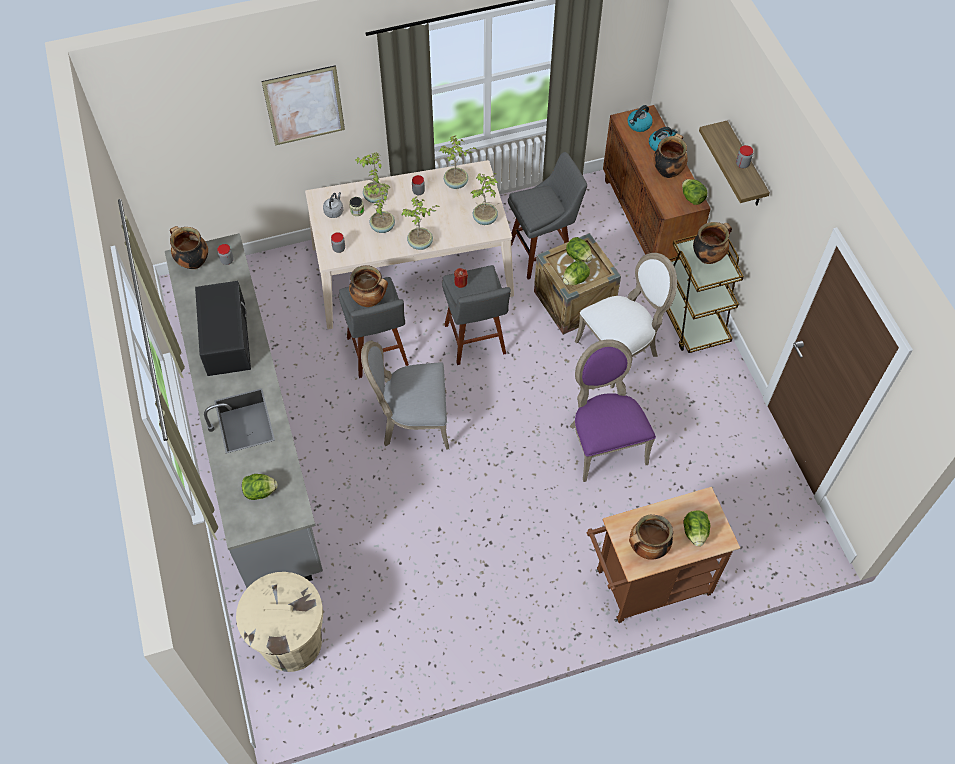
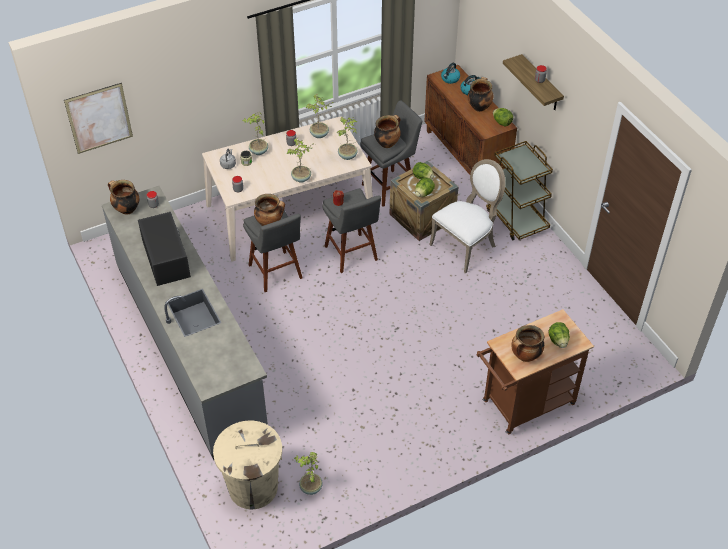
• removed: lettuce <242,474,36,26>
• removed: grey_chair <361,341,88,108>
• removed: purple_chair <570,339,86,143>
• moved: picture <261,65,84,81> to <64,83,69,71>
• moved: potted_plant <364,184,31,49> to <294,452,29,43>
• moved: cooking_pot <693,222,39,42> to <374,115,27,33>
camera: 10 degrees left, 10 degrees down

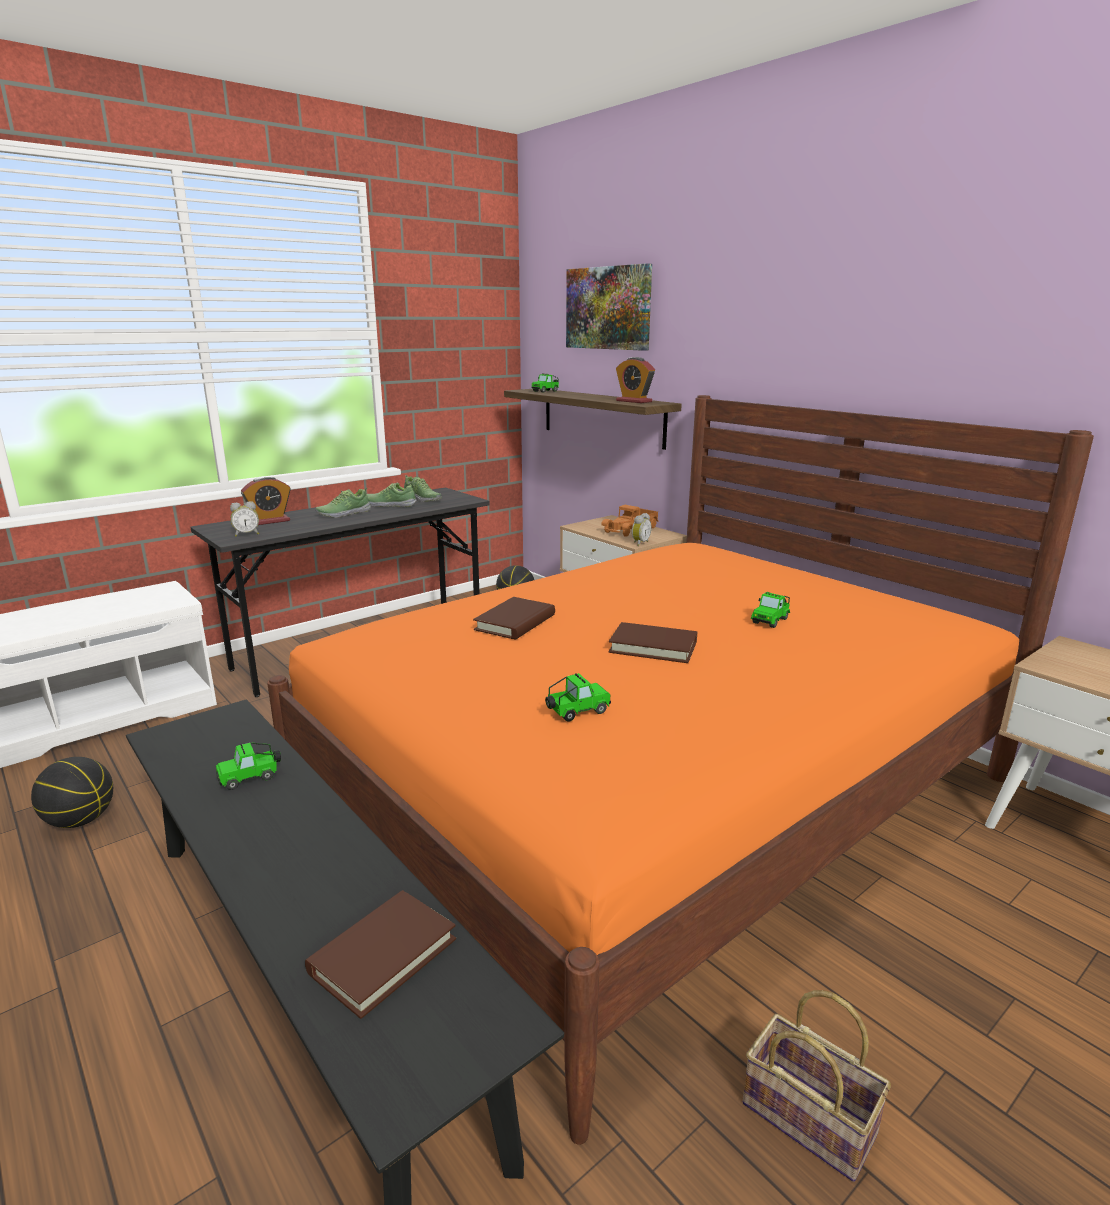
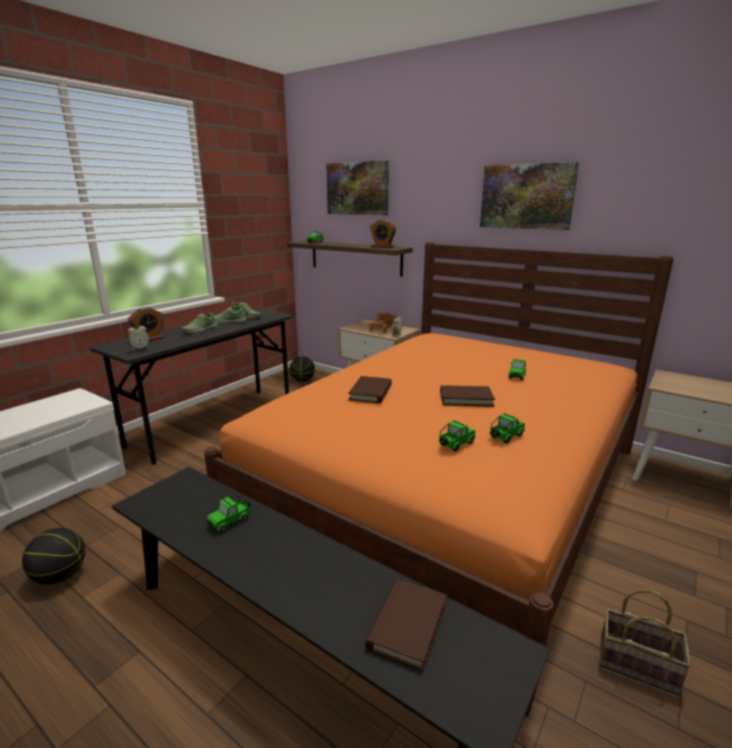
• added: picture <480,162,99,68>
• added: toy_car <489,413,36,30>
camera: 15 degrees left, 0 degrees up

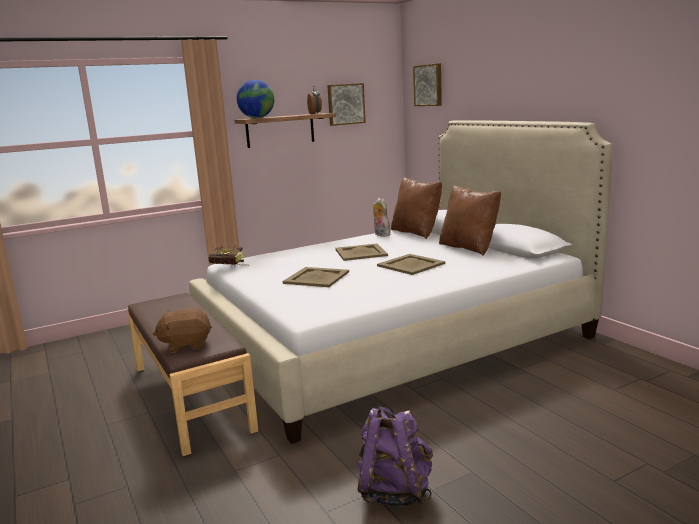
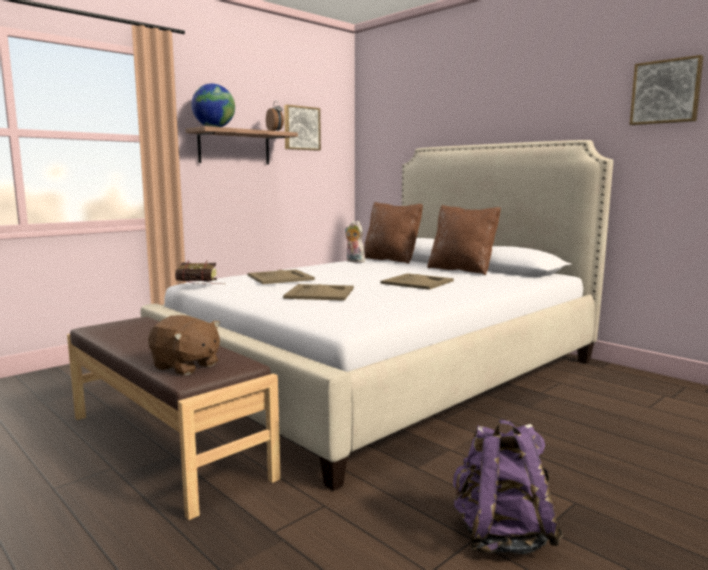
• moved: beige_tray <335,244,53,17> to <248,269,67,15>
• moved: picture <413,63,29,43> to <630,55,74,70>
• turned: brown_plush_toy <153,308,59,45> = <148,315,72,60> 120 degrees counterclockwise
camera: 15 degrees left, 5 degrees down

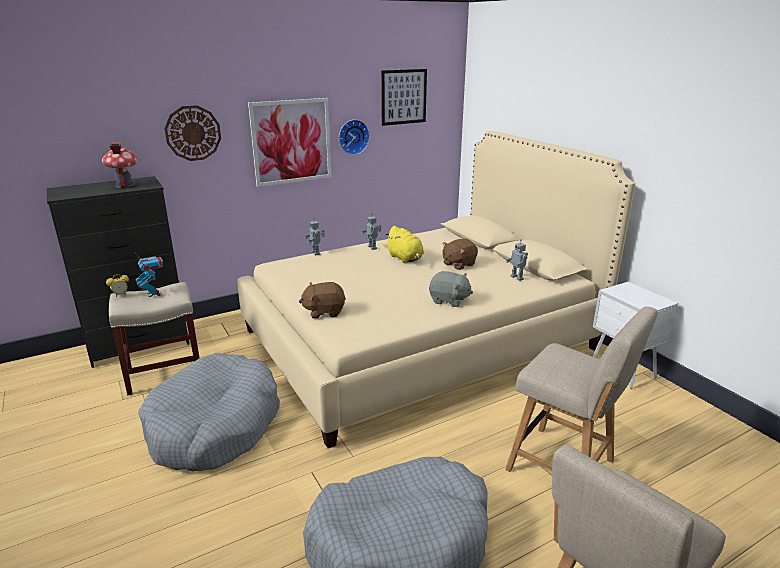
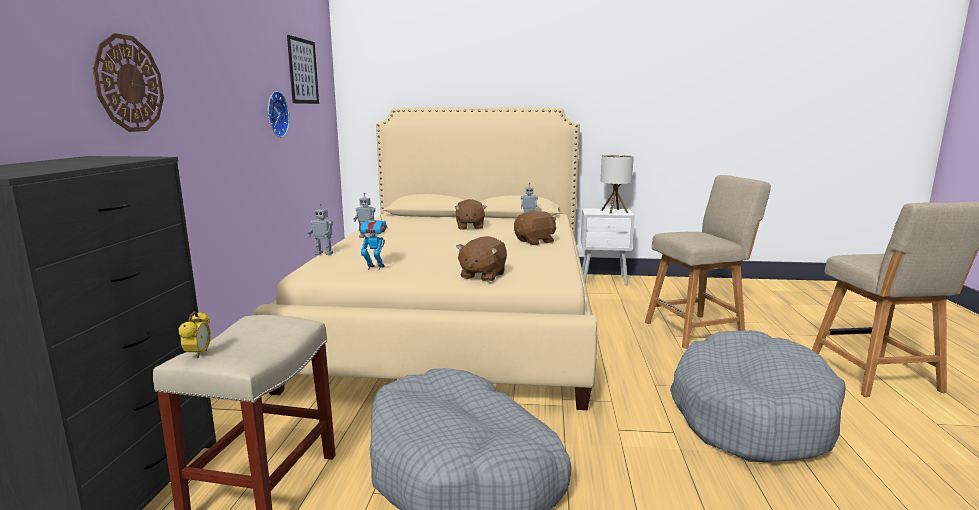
• removed: toy_house <102,142,35,47>
• removed: picture <248,98,83,89>
• removed: yellow_plush_toy <385,226,39,37>
• added: table_lamp <601,155,33,59>
• moved: toy_robot <134,252,29,45> to <357,215,31,55>
• recoloured: grey_plush_toy <429,271,44,36> to brown_plush_toy <514,212,42,33>
camera: 55 degrees left, 10 degrees down

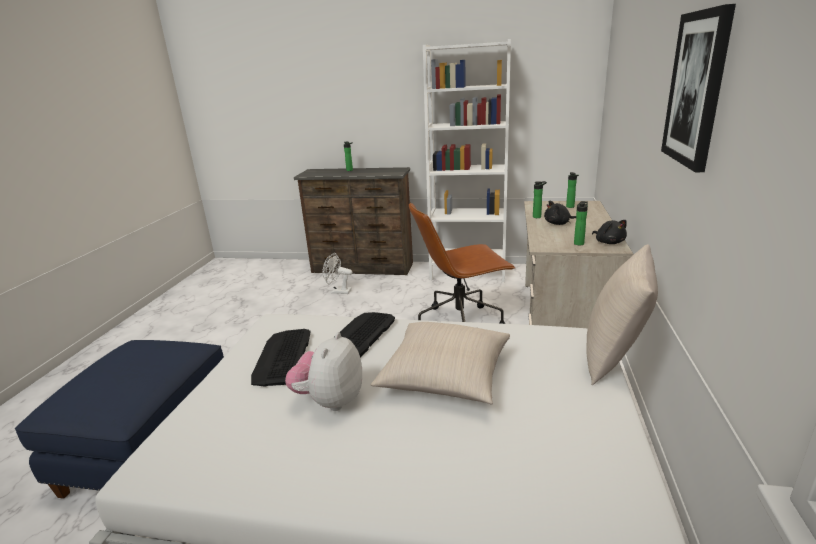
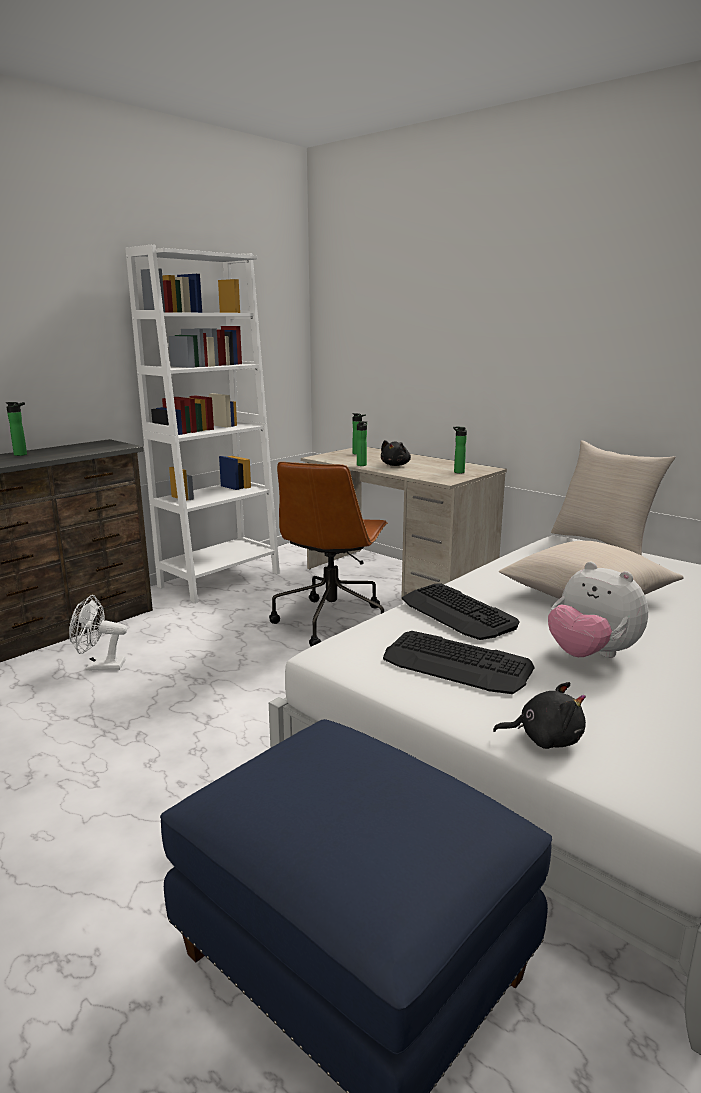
• removed: picture <661,4,75,168>
• moved: black_plush_toy <592,220,35,24> to <493,682,93,67>
• turned: white_fan <323,253,29,41> = <69,595,58,76> 45 degrees clockwise
camera: 60 degrees left, 5 degrees down

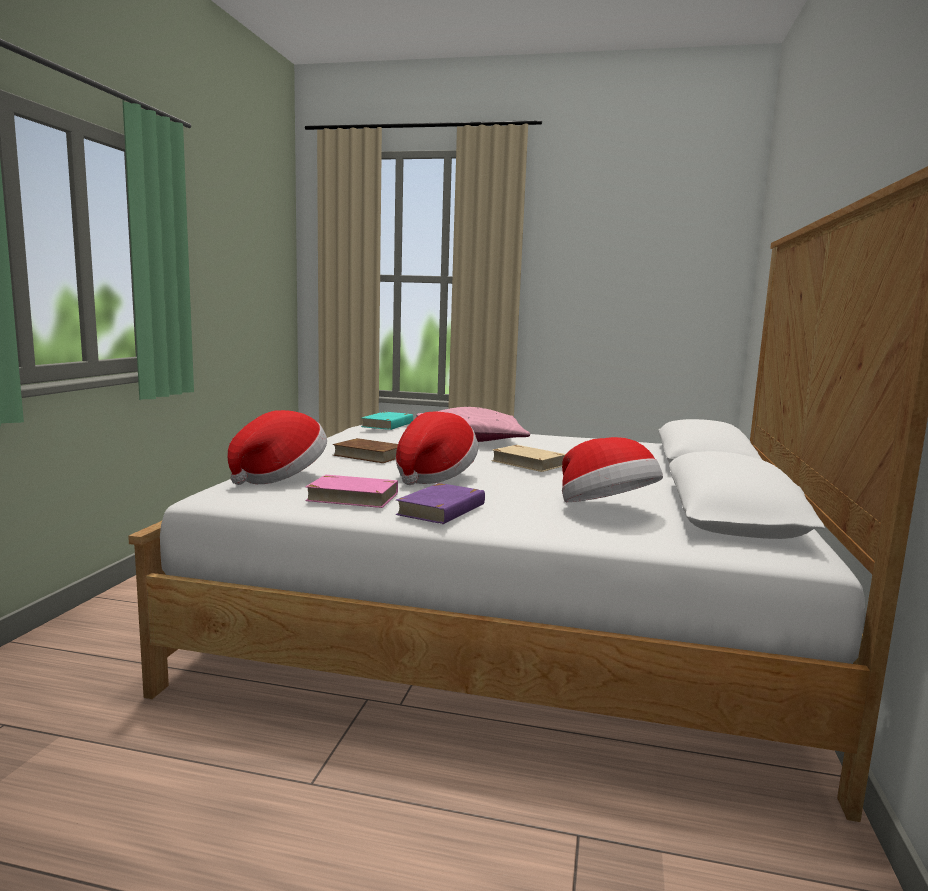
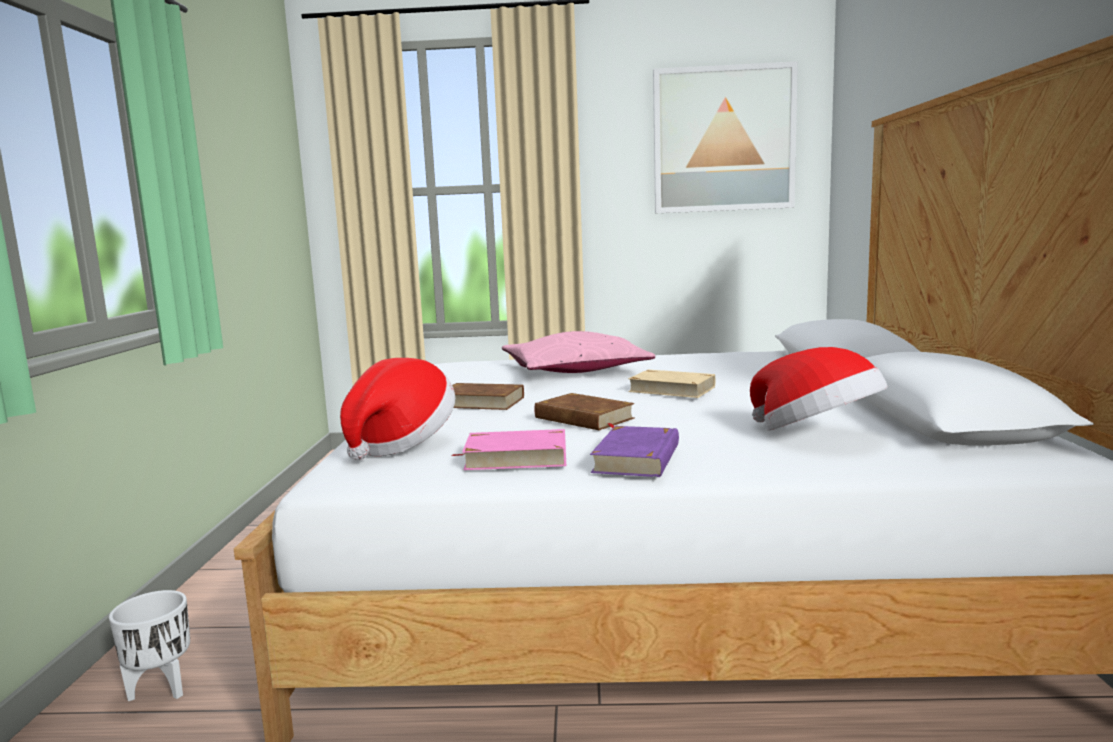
• removed: turquoise_book <361,412,52,18>
• added: white_planter <109,590,81,111>
• added: picture <653,61,145,152>
• replaced: hat <396,411,82,74> to brown_book <535,393,100,38>
camera: 10 degrees left, 0 degrees up

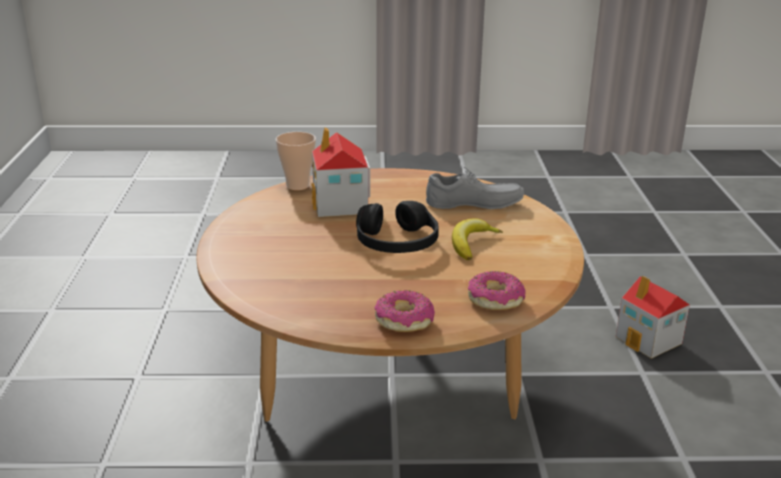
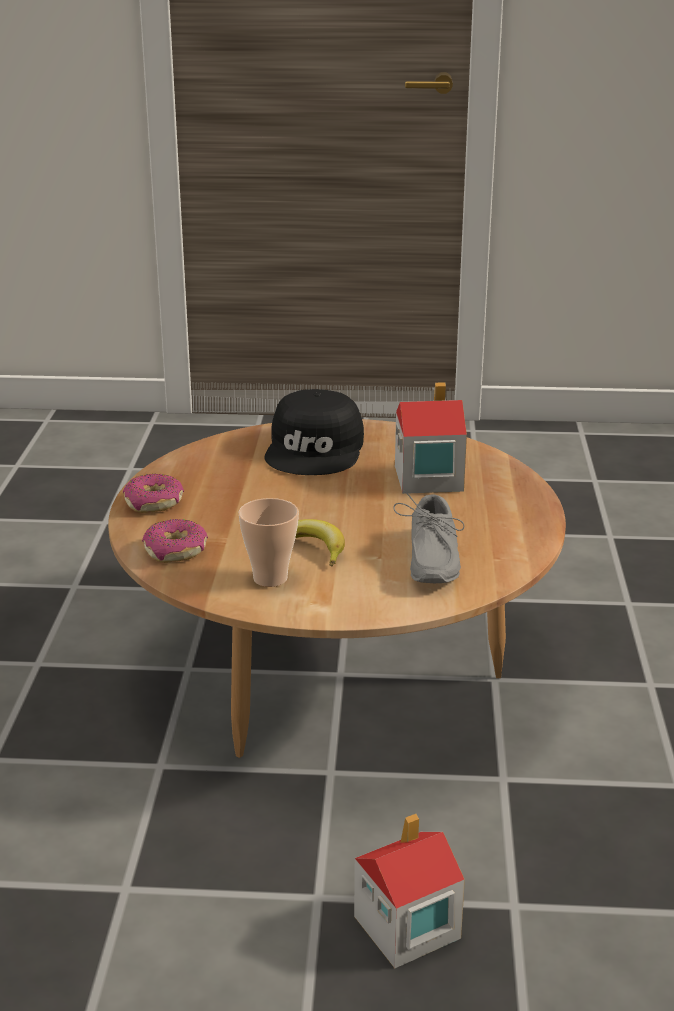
• removed: black_headphones <356,201,83,52>
• added: black_cap <264,389,100,86>
• moved: cup <276,132,40,59> to <239,498,60,89>
camera: 95 degrees right, 0 degrees up

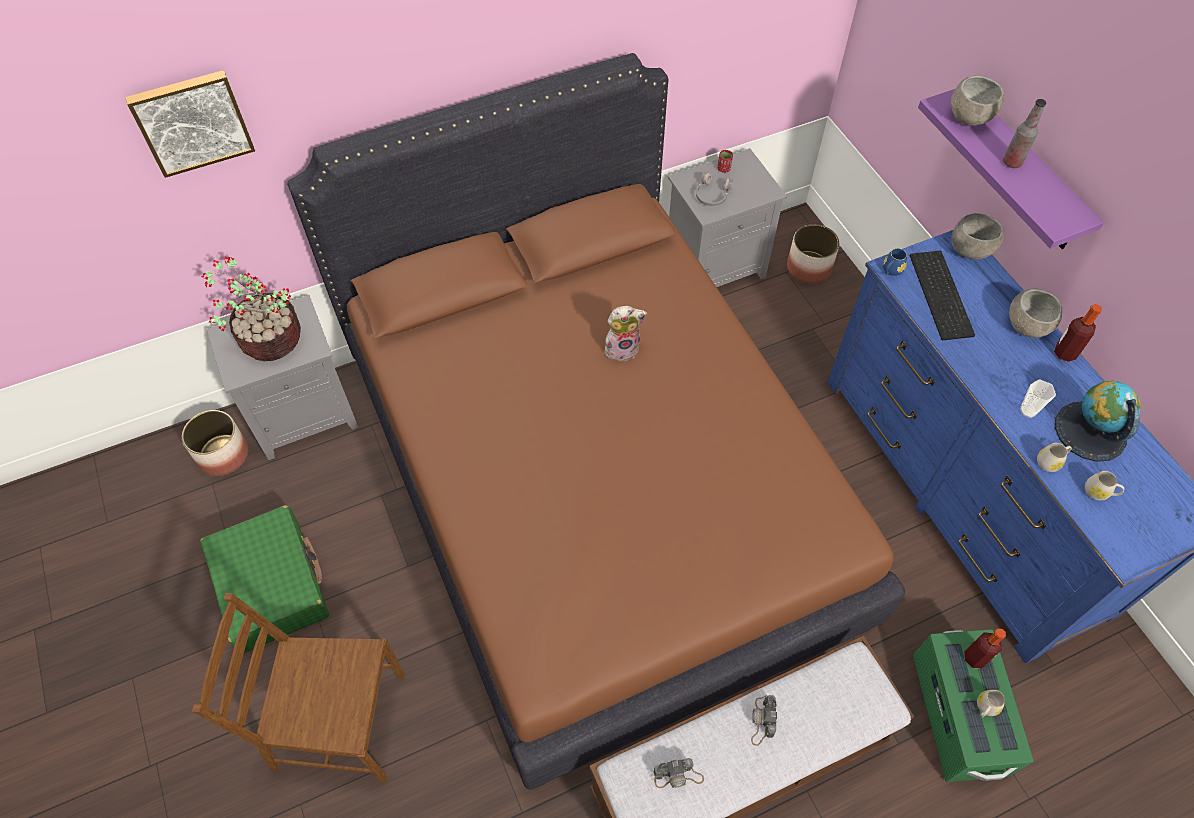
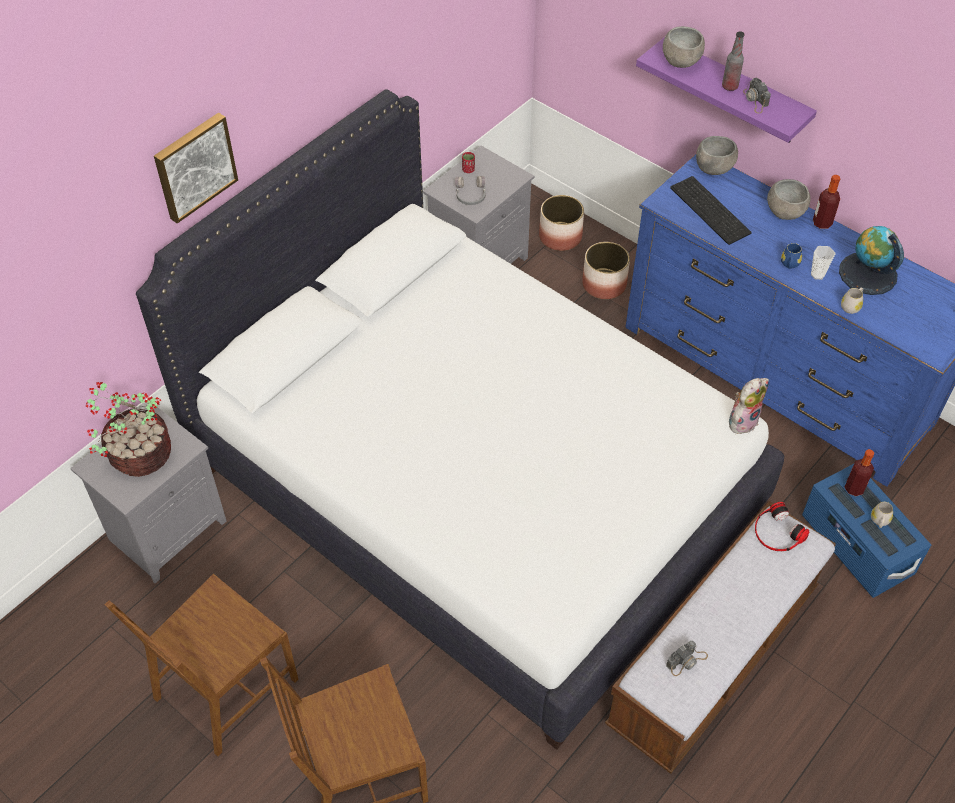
• removed: white_mug <1085,471,39,30>
• added: headphones <755,502,54,49>
• moved: picture <125,70,130,108> to <154,113,84,110>
• moved: planter <182,410,66,66> to <582,242,48,57>
• moved: plush_toy <605,306,42,55> to <729,378,40,56>
• moved: photo_camera <751,695,26,51> to <743,78,28,36>
• moved: blue_mug <883,248,24,28> to <781,243,21,26>
• replaced: green_suitcase <200,505,129,148> to brown_chair <104,574,194,182>
• recoloured: brown_bed <287,53,618,737> to white_bed <136,89,648,661>
• recoloured: green_storage_box <913,629,121,153> to blue_storage_box <802,464,129,134>
camera: 25 degrees left, 5 degrees down

